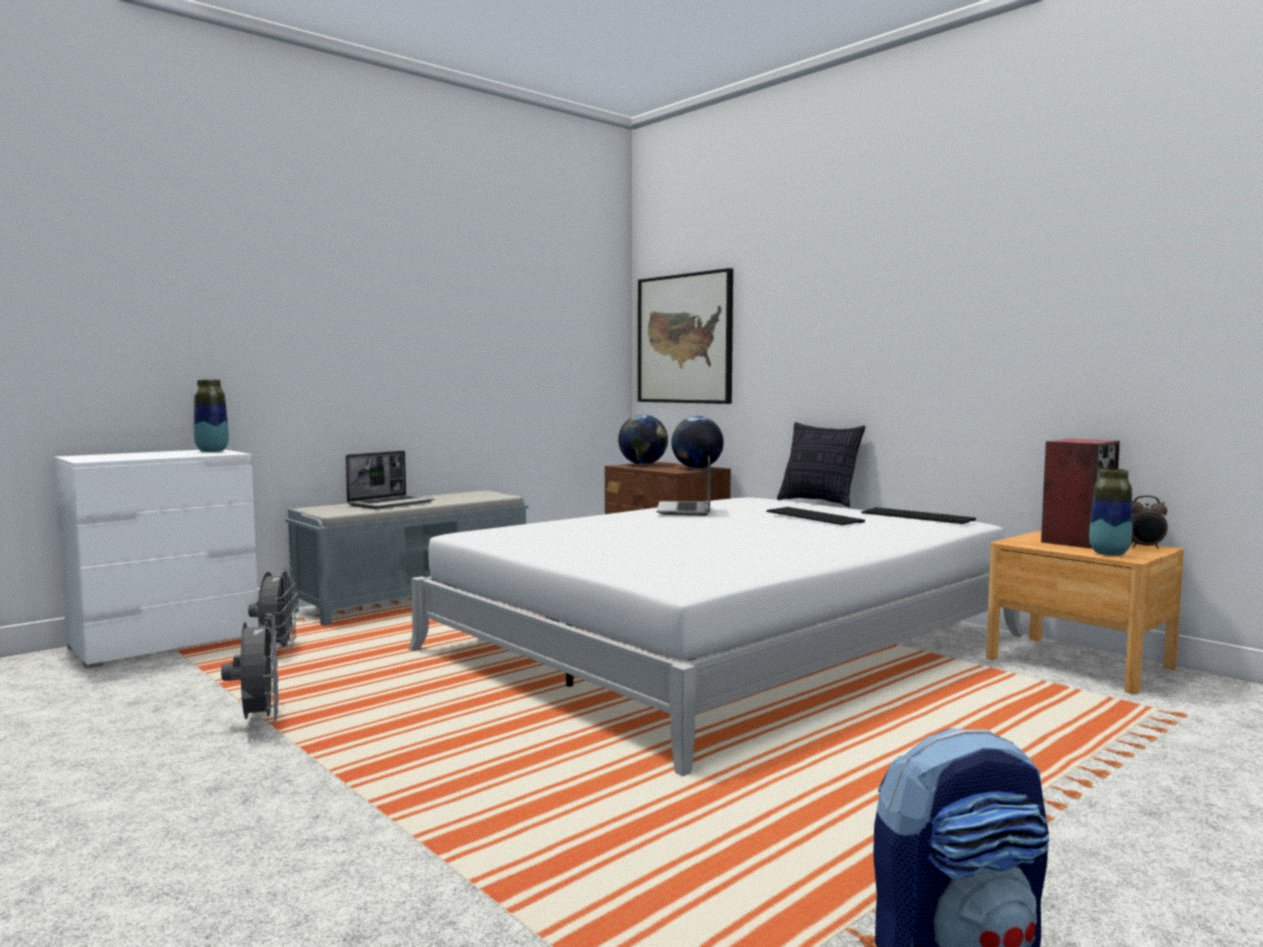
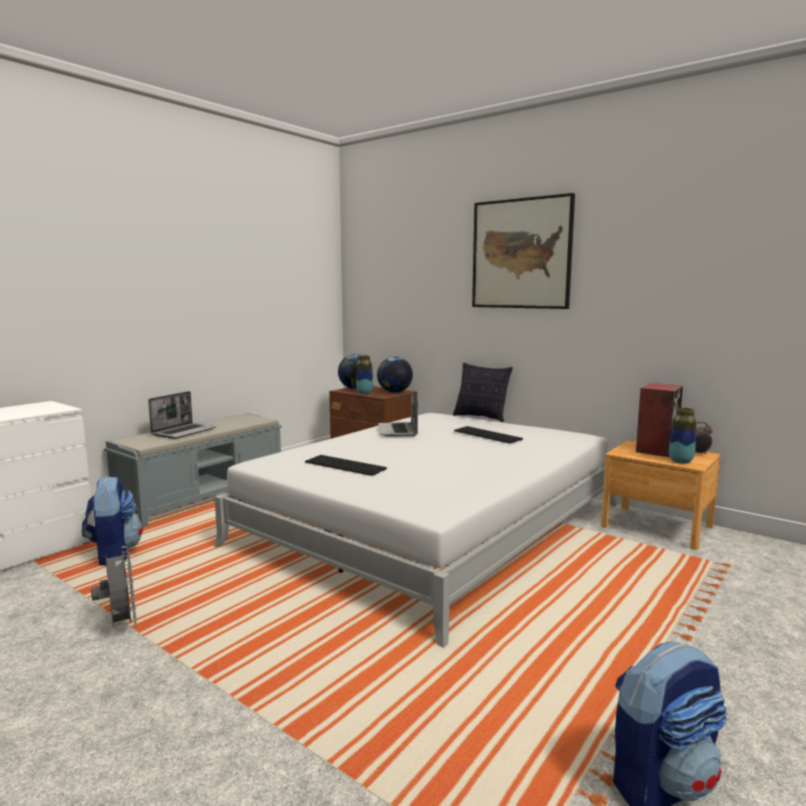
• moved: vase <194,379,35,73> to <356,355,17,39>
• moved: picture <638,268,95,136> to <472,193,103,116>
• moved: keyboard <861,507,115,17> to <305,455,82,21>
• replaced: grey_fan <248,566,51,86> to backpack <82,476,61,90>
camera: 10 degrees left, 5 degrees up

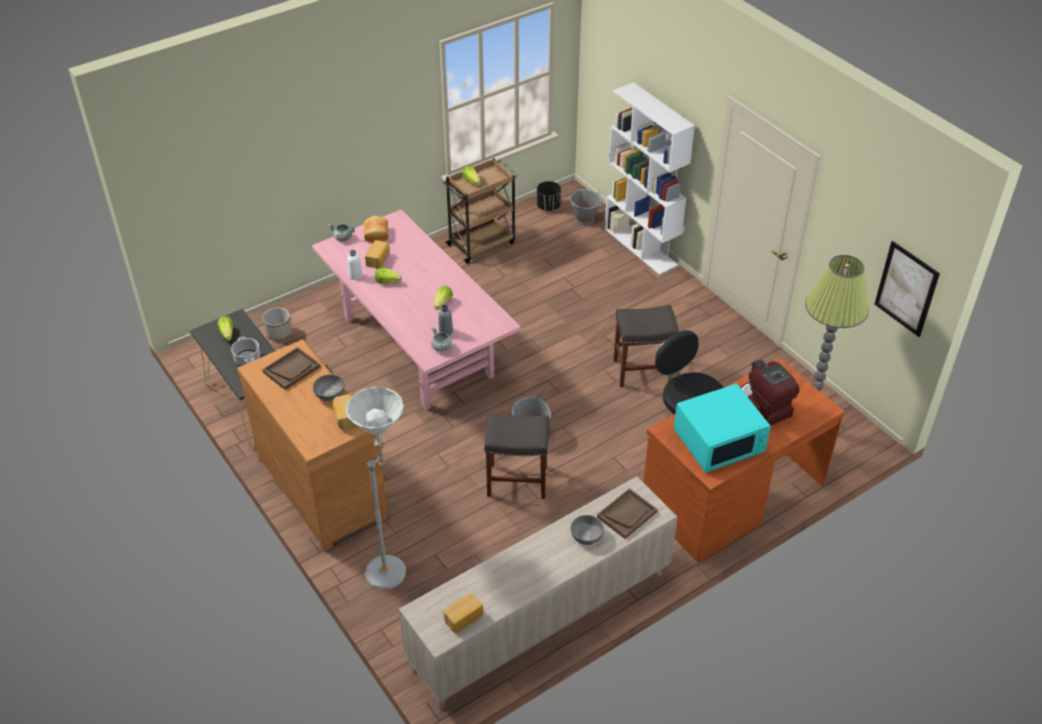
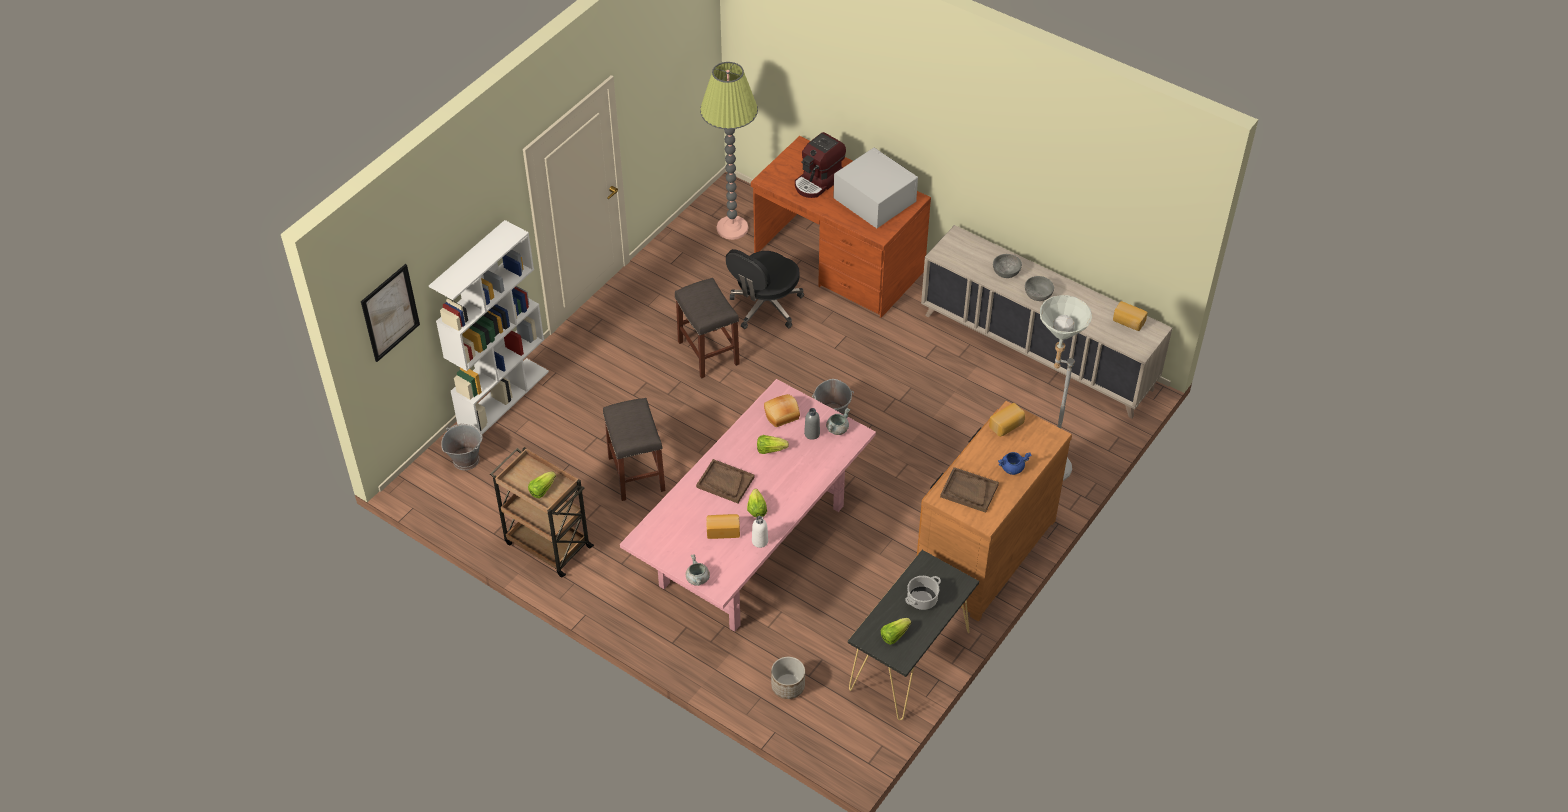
• removed: black_planter <537,181,24,30>
• added: blue_cooking_pot <998,452,33,23>
• moved: grey_bowl <313,374,32,27> to <1025,276,29,25>
• moved: bread <364,216,24,27> to <764,394,36,33>
• moved: grey_stool <484,413,65,86> to <603,398,62,103>
• moved: brown_tray <597,488,61,51> to <696,459,59,44>
• moved: picture <875,241,65,96> to <361,264,59,98>
• recoloured: turquoise_microwave <674,384,97,89> to white_microwave <833,148,85,80>
camera: 110 degrees left, 5 degrees up

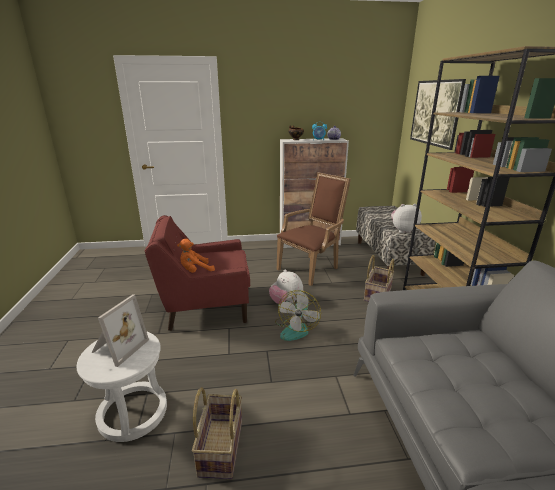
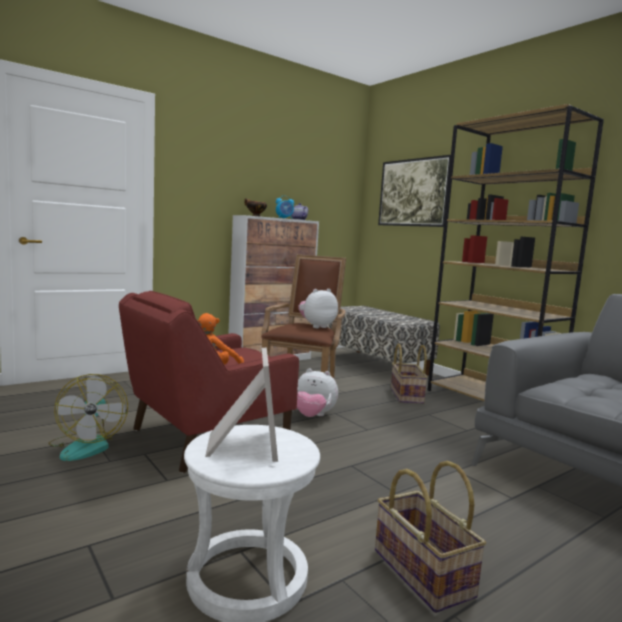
• moved: fan <275,290,46,51> to <48,374,80,87>
• moved: plush_toy <391,204,31,29> to <298,289,40,39>
camera: 30 degrees left, 15 degrees down

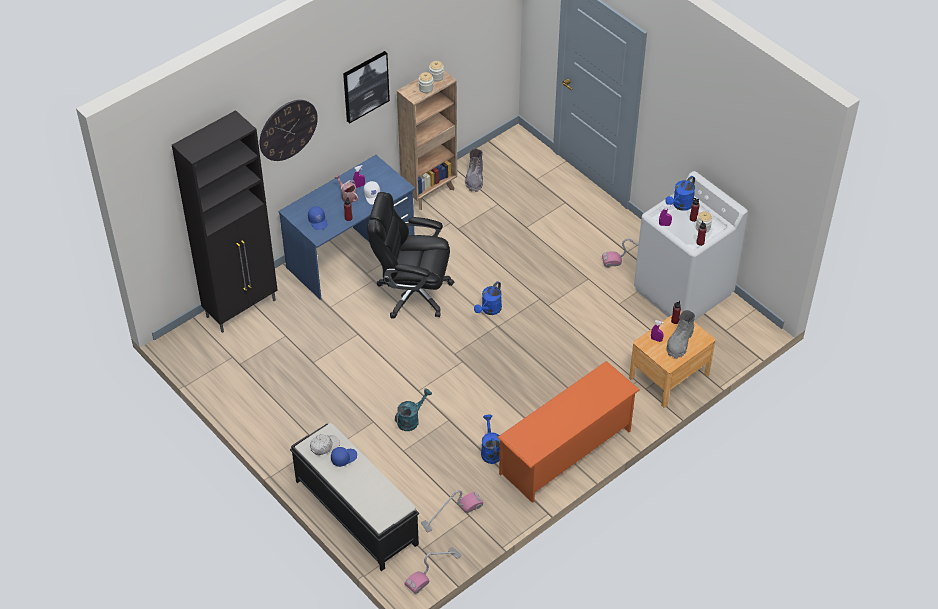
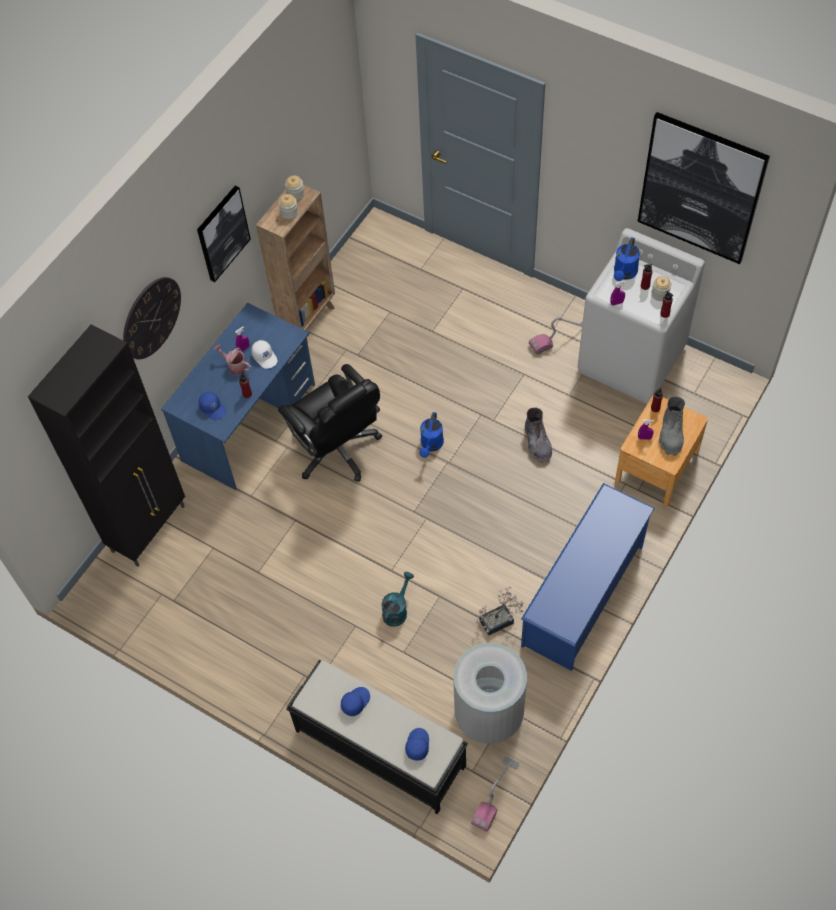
• removed: white_cap <310,434,30,21>
• added: blue_cap <405,728,24,33>
• added: picture <638,112,132,152>
• moved: grey_boot <465,149,18,43> to <525,408,28,55>
• replaced: vacuum_cleaner <421,490,62,43> to grey_trash_can <453,643,74,101>
• replaced: blue_watering_can <481,414,19,50> to potted_plant <476,586,47,50>
• recoloured: orange_shoe_rack <497,361,143,142> to blue_shoe_rack <521,483,133,188>
• turned: black_office_chair <367,192,87,127> = <278,364,104,118> 120 degrees counterclockwise
camera: 15 degrees left, 10 degrees up

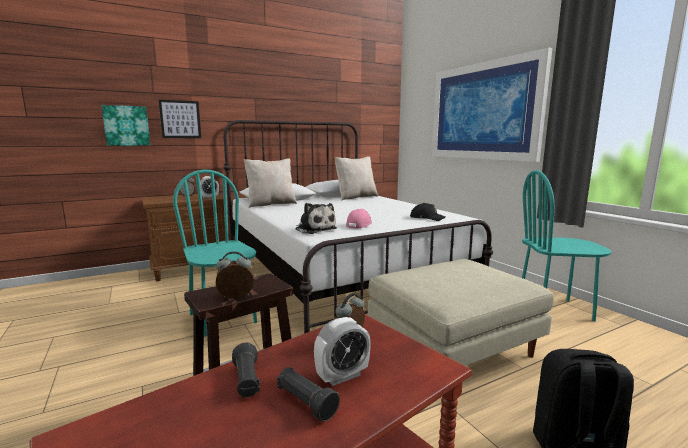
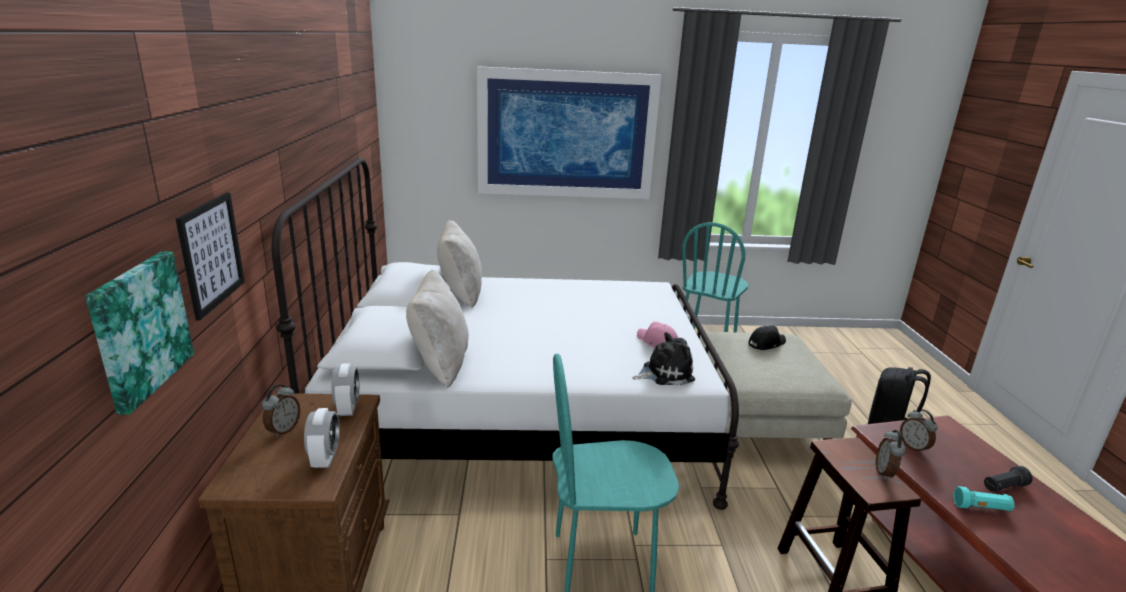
• moved: alarm_clock <314,317,57,69> to <304,408,36,60>
• moved: black_cap <410,203,35,18> to <748,326,38,24>
• recoloured: black_flashlight <232,343,28,54> to turquoise_flashlight <954,486,61,25>
camera: 65 degrees left, 10 degrees up

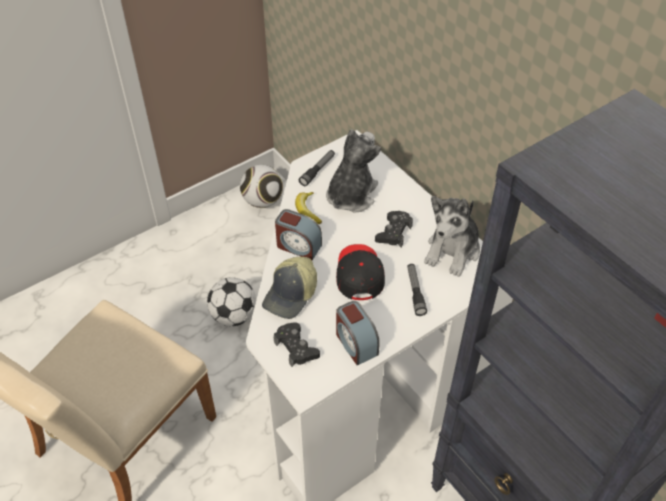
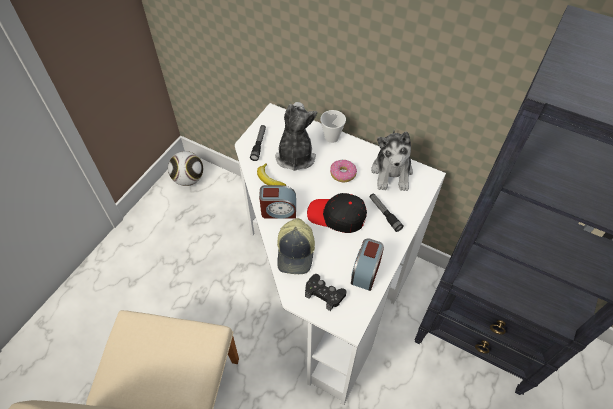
• removed: football <207,277,49,49>
• added: cup <320,110,26,33>
• replaced: black_game_controller <375,211,38,36> to donut <330,160,27,22>
• turned: black_cap <336,244,49,56> = <307,193,60,40> 45 degrees counterclockwise
• turned: alarm_clock <336,301,44,64> = <351,238,33,53> 75 degrees clockwise
camera: 25 degrees left, 5 degrees up

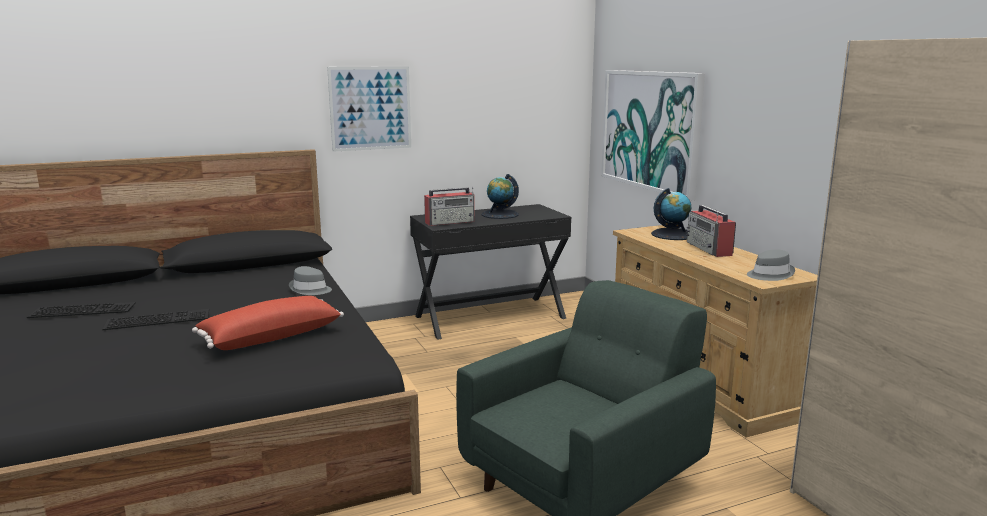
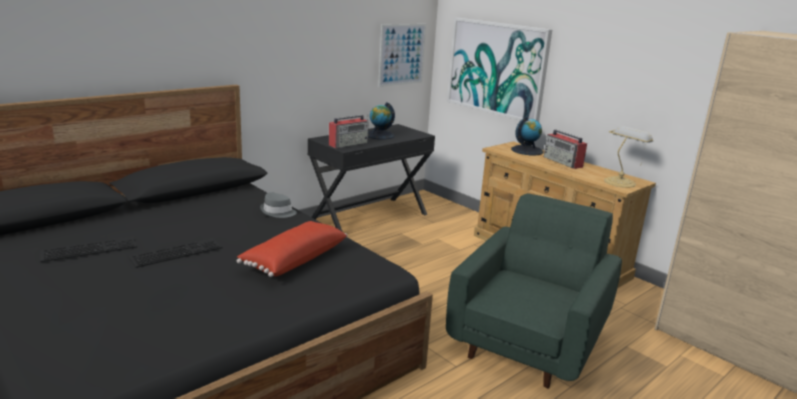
• moved: picture <327,66,84,86> to <378,24,48,63>
• replaced: grey_hat <747,249,48,32> to table_lamp <604,126,49,62>
camera: 20 degrees left, 5 degrees up

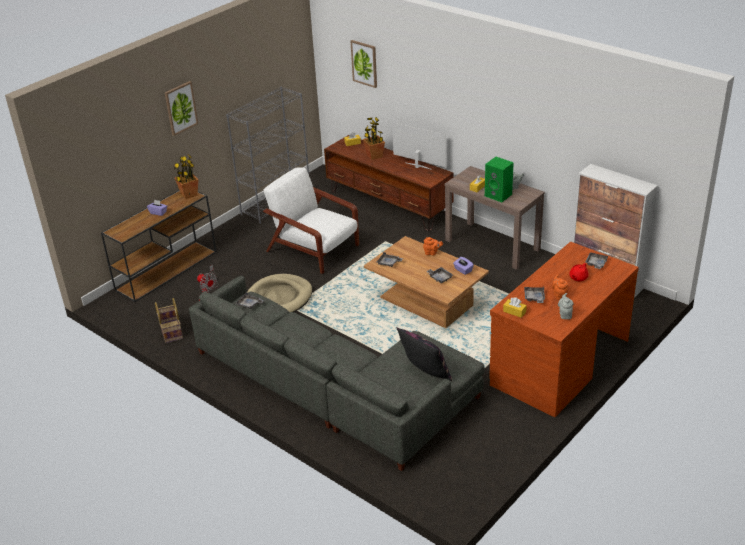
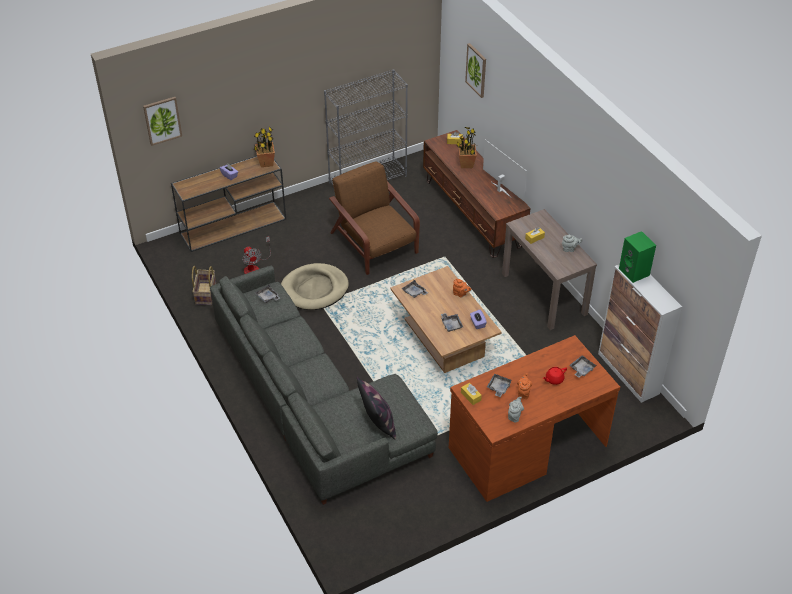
• moved: picture <165,81,33,55> to <143,97,39,49>
• moved: green_speaker <485,157,29,45> to <619,231,37,52>
• recoloured: white_armchair <263,167,96,107> to brown_armchair <329,161,91,114>
camera: 20 degrees right, 10 degrees up

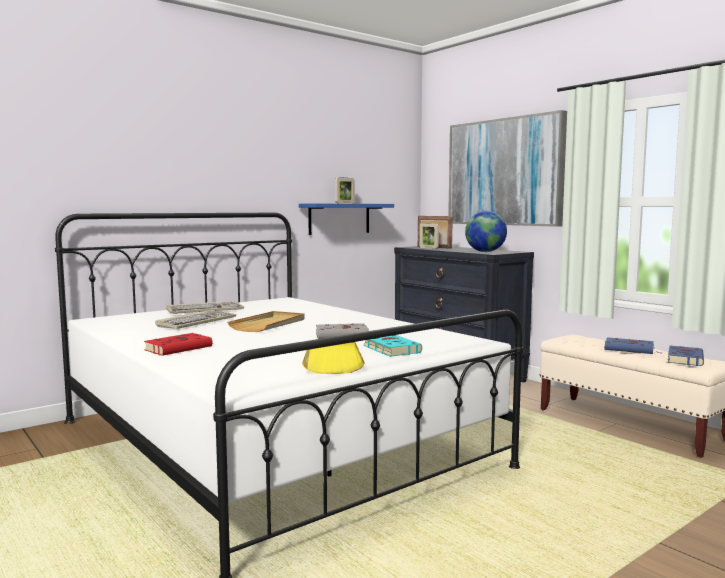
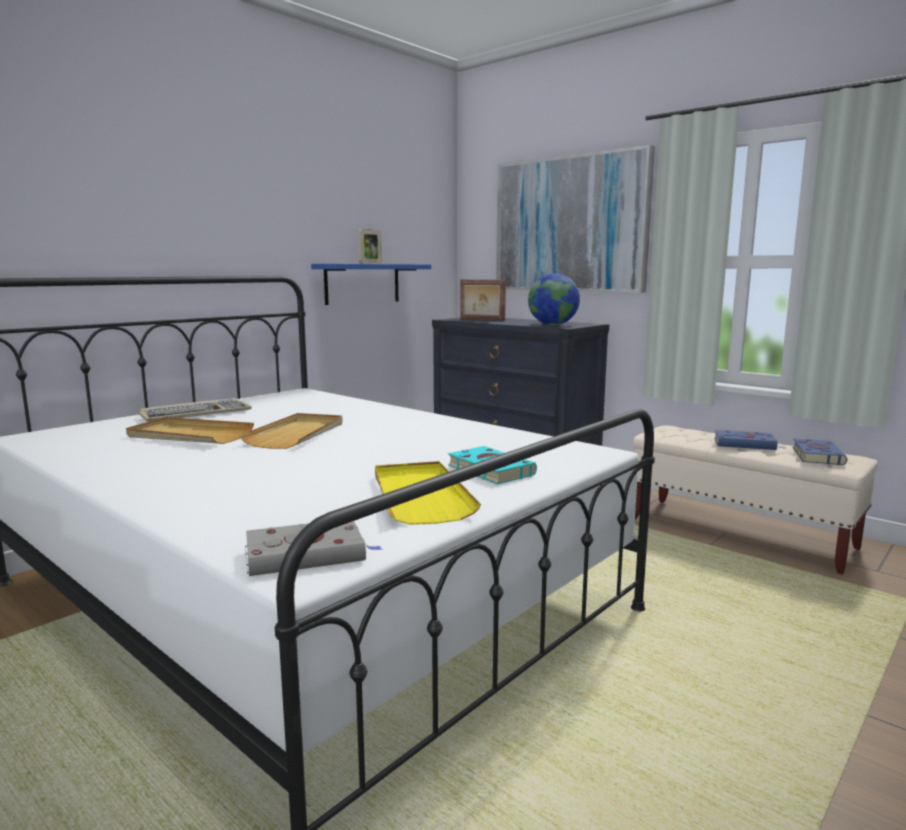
• removed: red_book <144,333,70,23>
• removed: picture_frame <420,223,19,26>
• moved: grey_book <316,323,53,16> to <245,521,137,55>
• replaced: keyboard <155,310,81,19> to beige_tray <126,417,128,27>
camera: 10 degrees left, 5 degrees up

